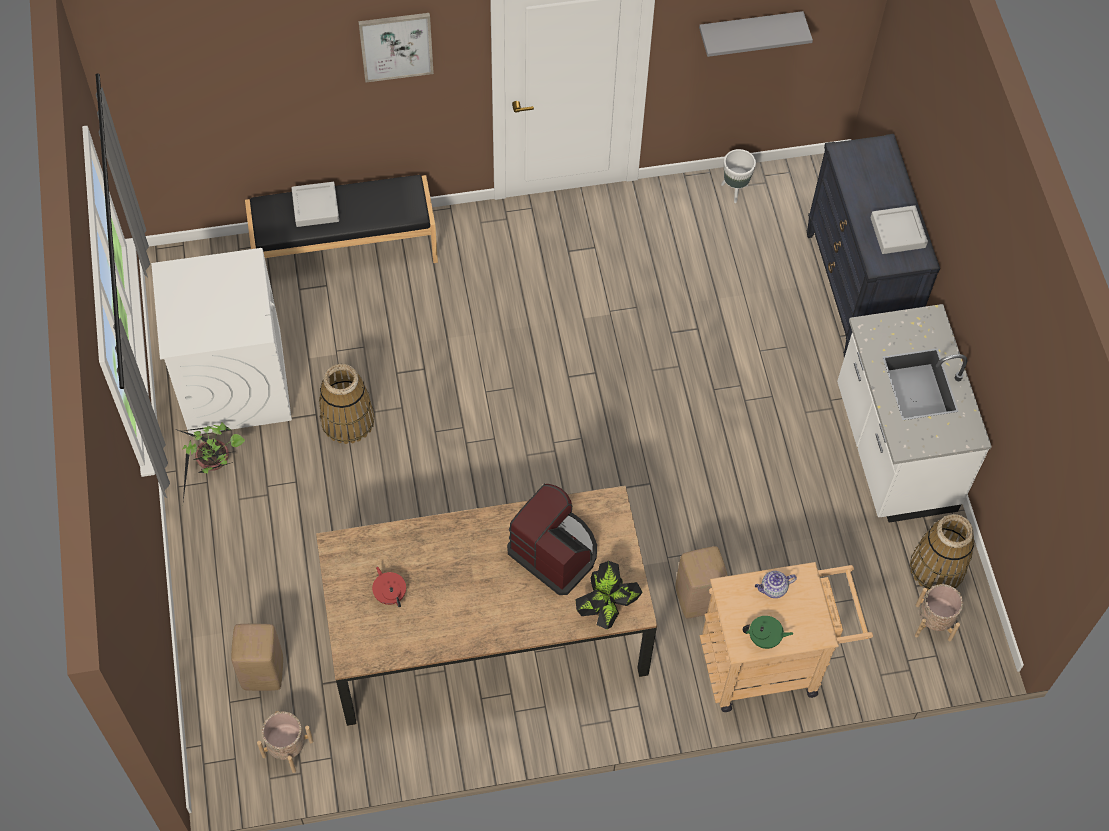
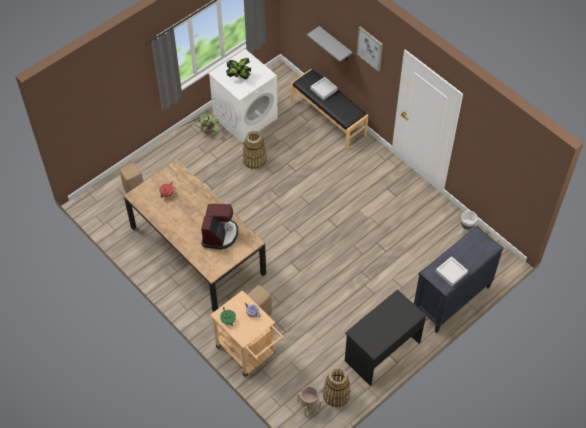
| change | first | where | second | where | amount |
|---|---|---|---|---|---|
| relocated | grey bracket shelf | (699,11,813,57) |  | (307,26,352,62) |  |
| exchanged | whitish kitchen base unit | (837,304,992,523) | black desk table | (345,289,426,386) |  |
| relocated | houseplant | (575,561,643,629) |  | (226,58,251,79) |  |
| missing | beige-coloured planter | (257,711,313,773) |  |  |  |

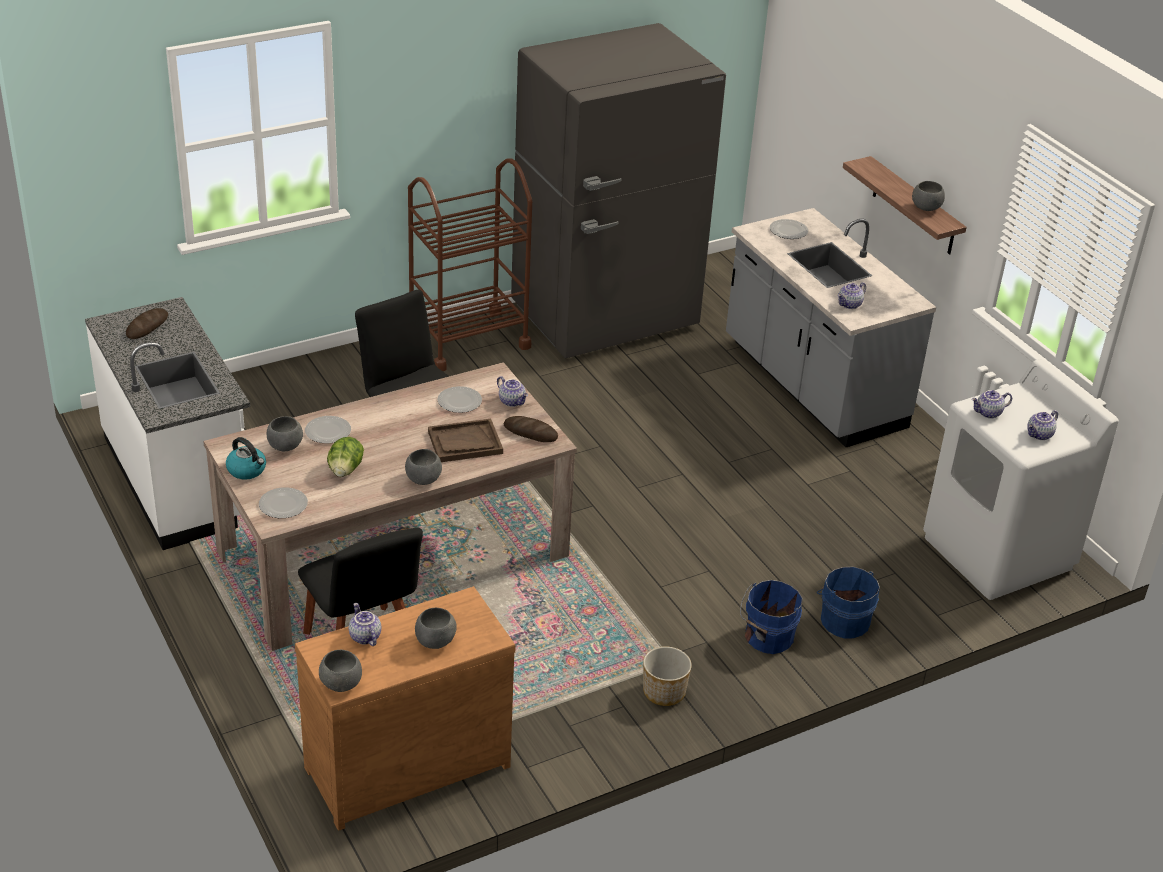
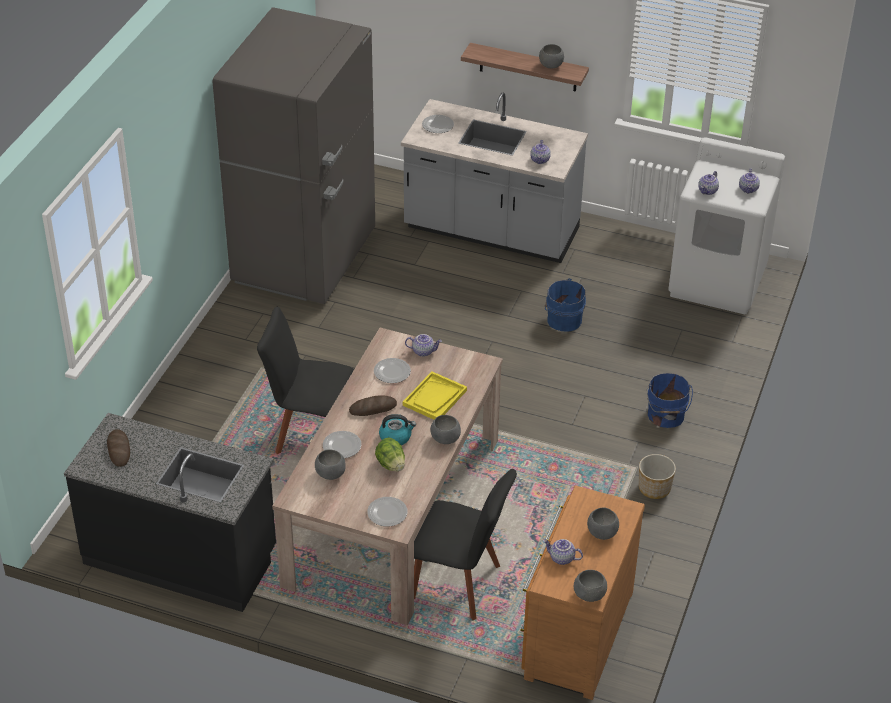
| change | first | where | second | where | amount |
|---|---|---|---|---|---|
| missing | brownish trolley | (408,158,532,372) |  |  |  |
| colour | whitish kitchen base unit | (85,297,250,550) | black kitchen base unit | (64,413,276,612) |  |
| relocated | bread | (504,416,558,442) |  | (349,396,397,416) |  |
| colour | brownish tray | (428,419,503,462) | yellow tray | (403,371,467,420) |  |
| relocated | kettle | (226,437,266,480) |  | (379,414,416,445) |  |
| relocated | bluish pail | (817,567,880,639) |  | (545,278,586,332) |  |

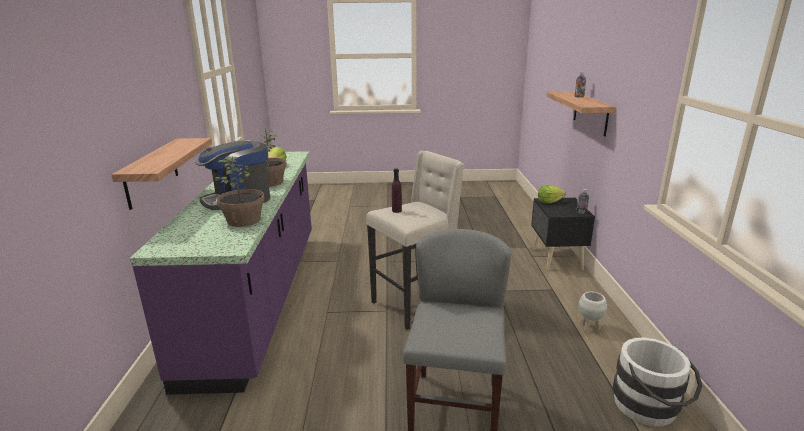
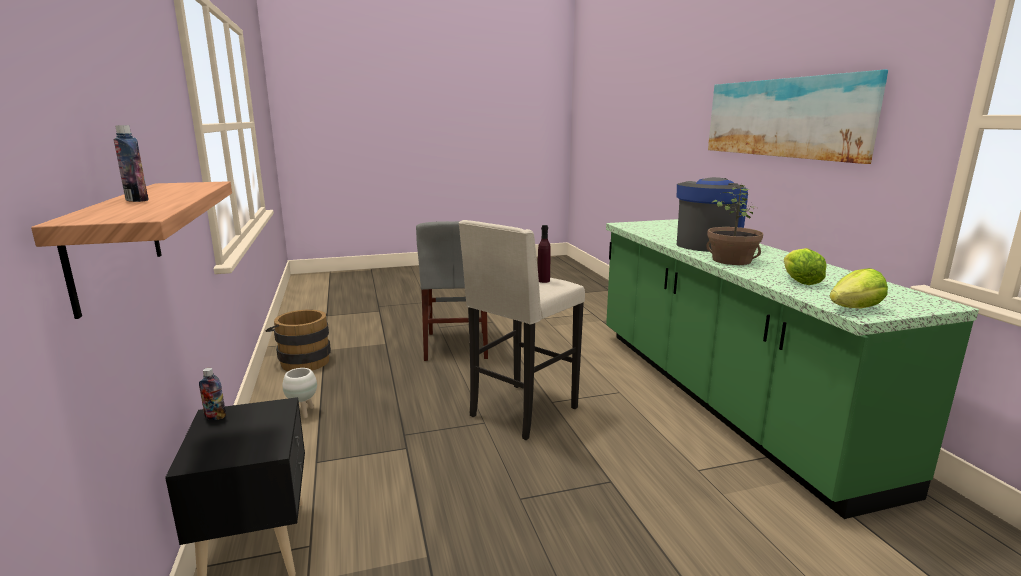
| change | first | where | second | where | amount |
|---|---|---|---|---|---|
| missing | bracket shelf | (112,138,212,210) |  |  |  |
| colour | purple kitchen base unit | (130,151,312,395) | greenish kitchen base unit | (606,219,979,519) |  |
| missing | houseplant | (215,157,265,227) |  |  |  |
| relocated | head of lettuce | (538,185,566,203) |  | (830,268,888,308) |  |
| colour | whitish pail | (613,338,702,426) | brownish pail | (265,310,331,371) |  |
| appeared |  |  | wall art | (708,70,888,164) |  |

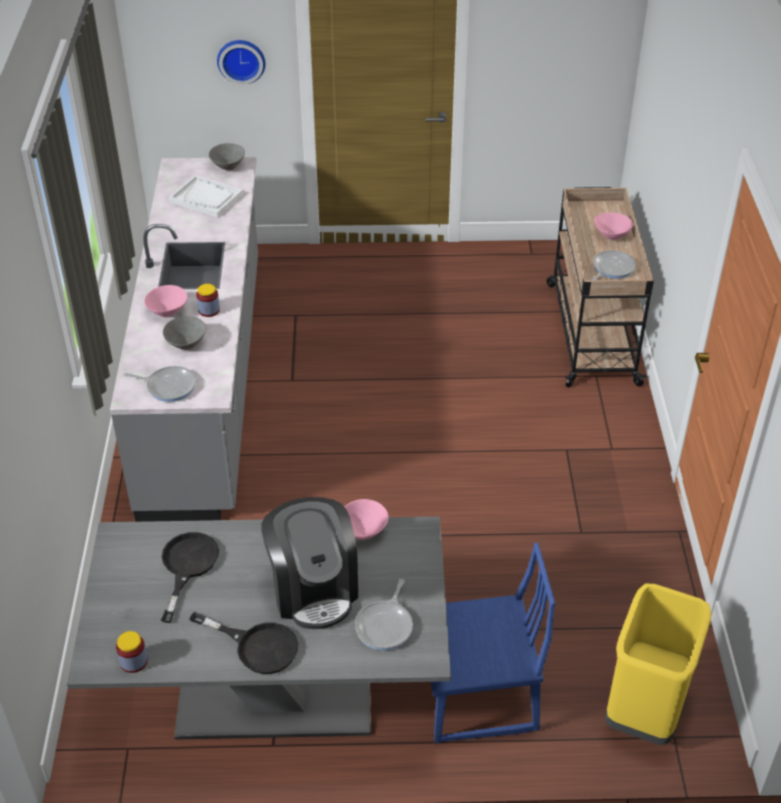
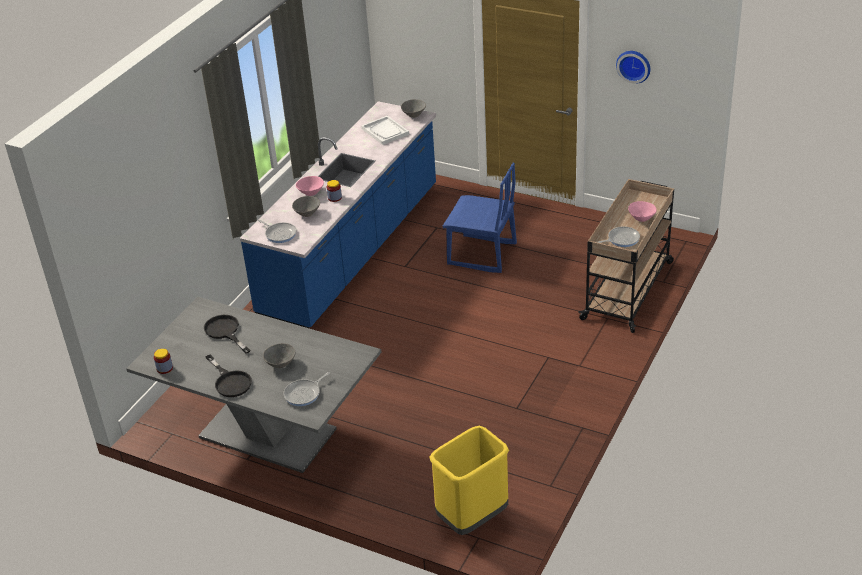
| change | first | where | second | where | amount |
|---|---|---|---|---|---|
| relocated | clock on the wall | (217,40,266,84) |  | (616,51,650,84) |  |
| colour | grey kitchen base unit | (110,157,258,522) | bluish kitchen base unit | (240,101,436,328) |  |
| exchanged | coffee maker | (261,497,358,629) | grey deep dish | (263,343,295,368) |  |
| missing | pink deep dish | (345,499,388,540) |  |  |  |
| spun | black frying pan | (161,532,219,623) |  | (204,315,250,354) | 75 degrees counterclockwise |
| relocated | bluish chair | (431,543,555,743) |  | (443,163,517,273) |  |

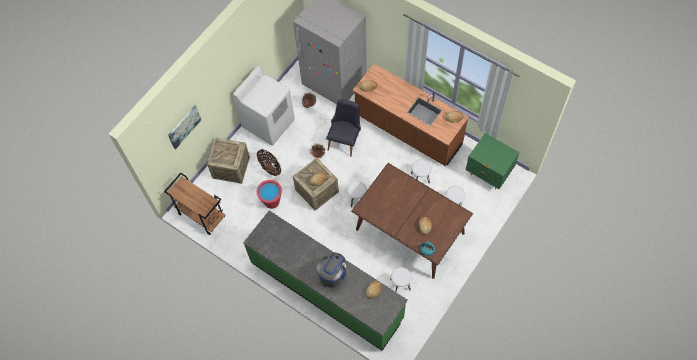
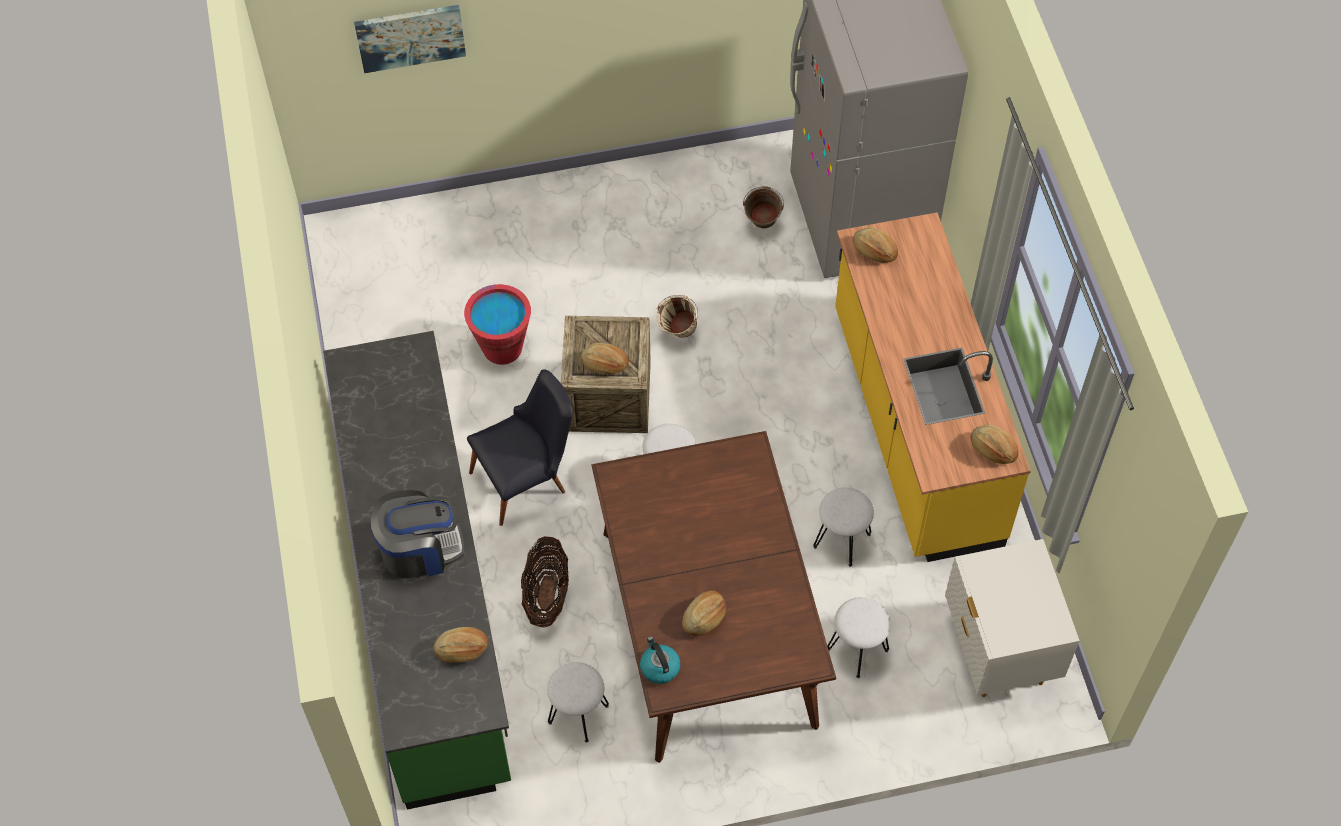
| change | first | where | second | where | amount |
|---|---|---|---|---|---|
| colour | brownish kitchen base unit | (353,64,469,166) | yellow kitchen base unit | (835,212,1031,562) |  |
| missing | whitish laundry appliance | (233,66,295,146) |  |  |  |
| relocated | black chair | (326,99,361,157) |  | (467,369,573,526) |  |
| colour | greenish nightstand | (466,133,520,189) | whitish nightstand | (945,539,1080,697) |  |
| missing | packing crate | (207,138,250,184) |  |  |  |
| relocated | storage basket | (257,149,281,176) |  | (521,536,569,627) |  |
| missing | brownish trolley | (164,173,225,235) |  |  |  |

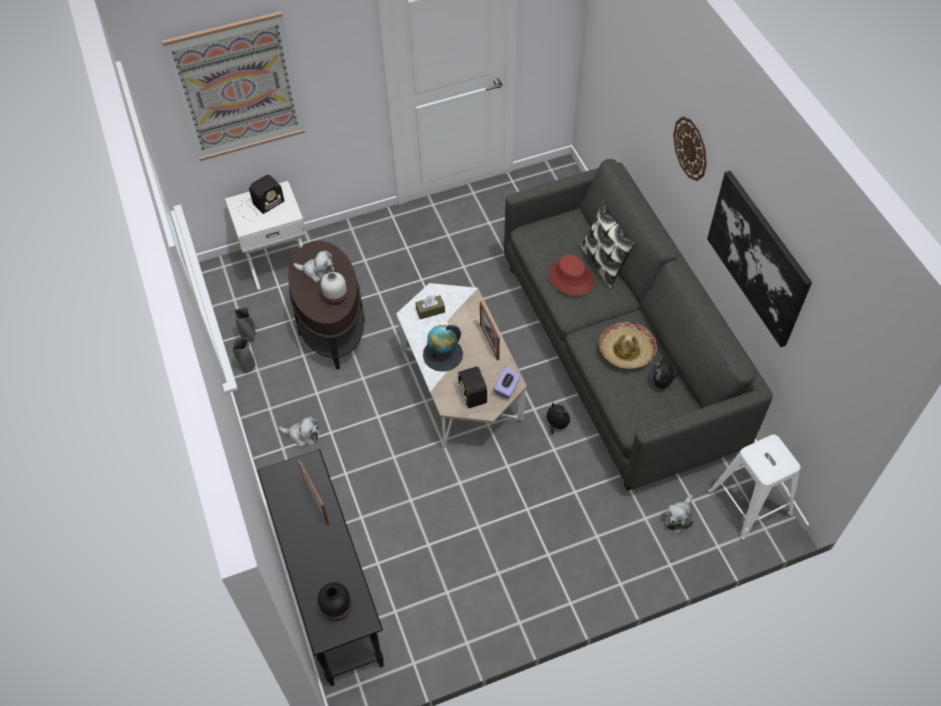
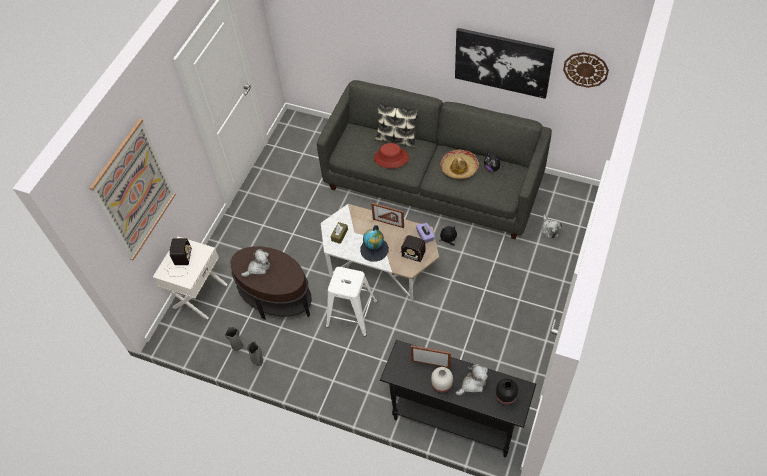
| change | first | where | second | where | amount |
|---|---|---|---|---|---|
| relocated | clock on the wall | (673,117,707,181) |  | (563,52,609,88) |  |
| relocated | whitish decorative vase | (321,272,347,305) |  | (431,367,453,394) |  |
| relocated | plush toy | (278,416,320,448) |  | (455,363,488,395) |  |
| relocated | whitish sitting stool | (708,435,800,541) |  | (326,267,377,336) |  |

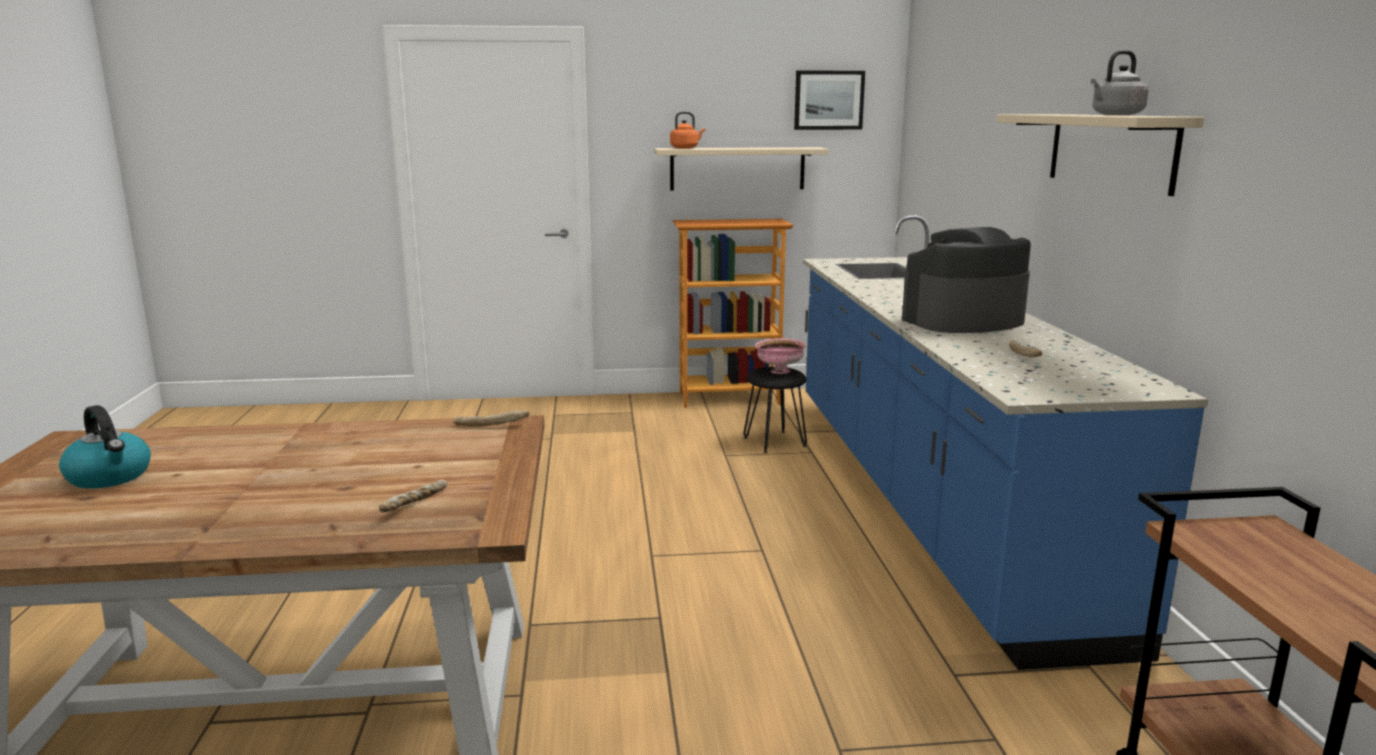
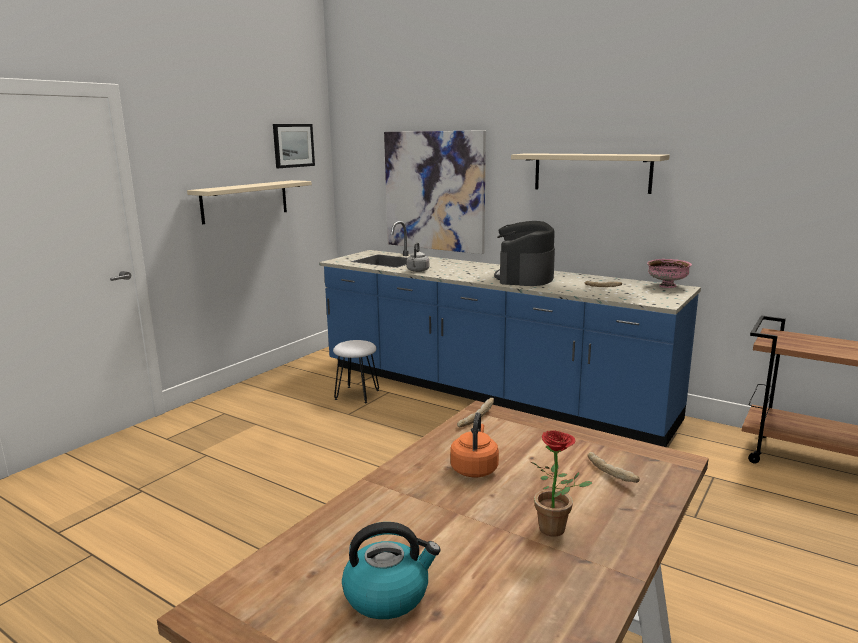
| change | first | where | second | where | amount |
|---|---|---|---|---|---|
| relocated | grey kettle | (1091,50,1149,115) |  | (407,242,429,272) |  |
| relocated | orange kettle | (670,112,705,149) |  | (450,412,499,477) |  |
| missing | shelving unit | (672,219,793,408) |  |  |  |
| relocated | pink deep dish | (755,339,806,374) |  | (647,259,692,288) |  |
| colour | black sitting stool | (743,367,807,453) | whitish sitting stool | (333,340,379,403) |  |
| appeared |  |  | wall art | (384,130,486,254) |  |
| appeared |  |  | houseplant | (531,430,592,536) |  |

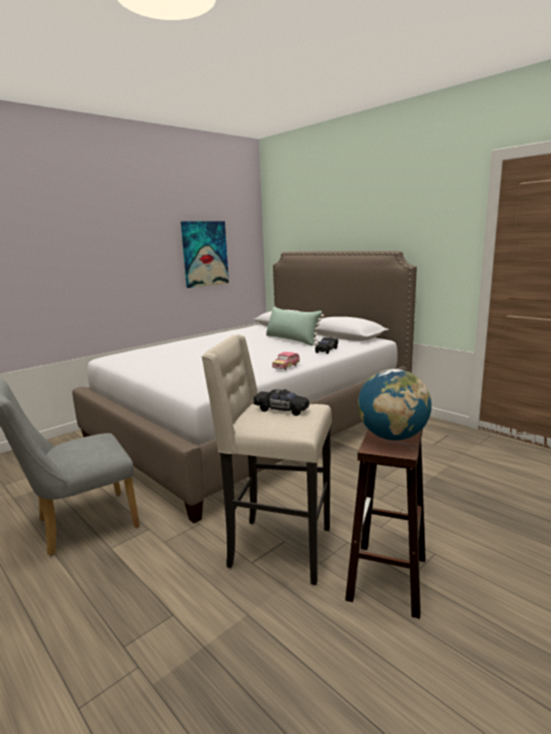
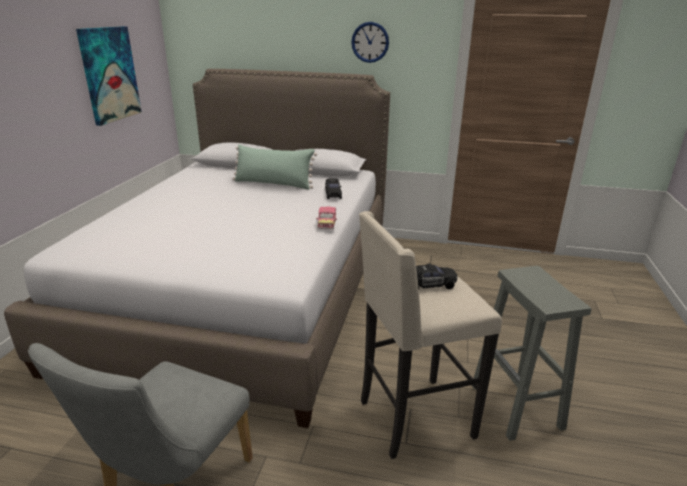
| change | first | where | second | where | amount |
|---|---|---|---|---|---|
| missing | globe | (358,369,432,440) |  |  |  |
| colour | brownish sitting stool | (345,429,425,619) | grey sitting stool | (472,266,591,441) |  |
| appeared |  |  | clock on the wall | (351,22,389,63) |  |

